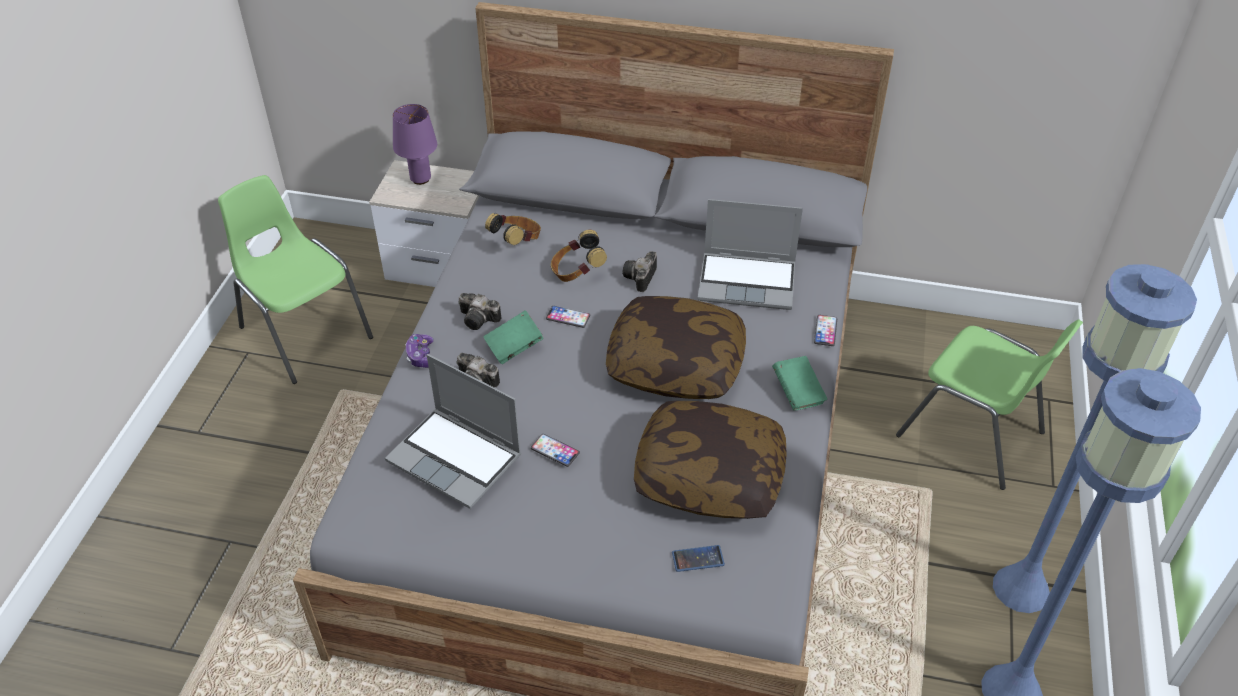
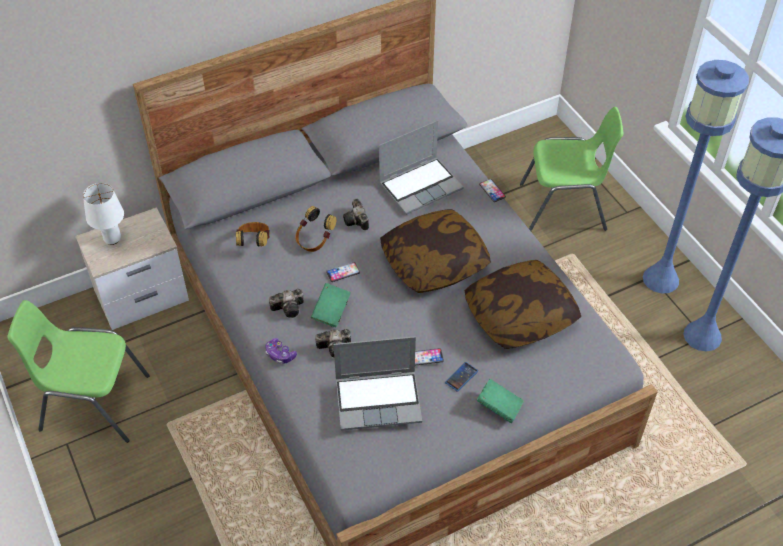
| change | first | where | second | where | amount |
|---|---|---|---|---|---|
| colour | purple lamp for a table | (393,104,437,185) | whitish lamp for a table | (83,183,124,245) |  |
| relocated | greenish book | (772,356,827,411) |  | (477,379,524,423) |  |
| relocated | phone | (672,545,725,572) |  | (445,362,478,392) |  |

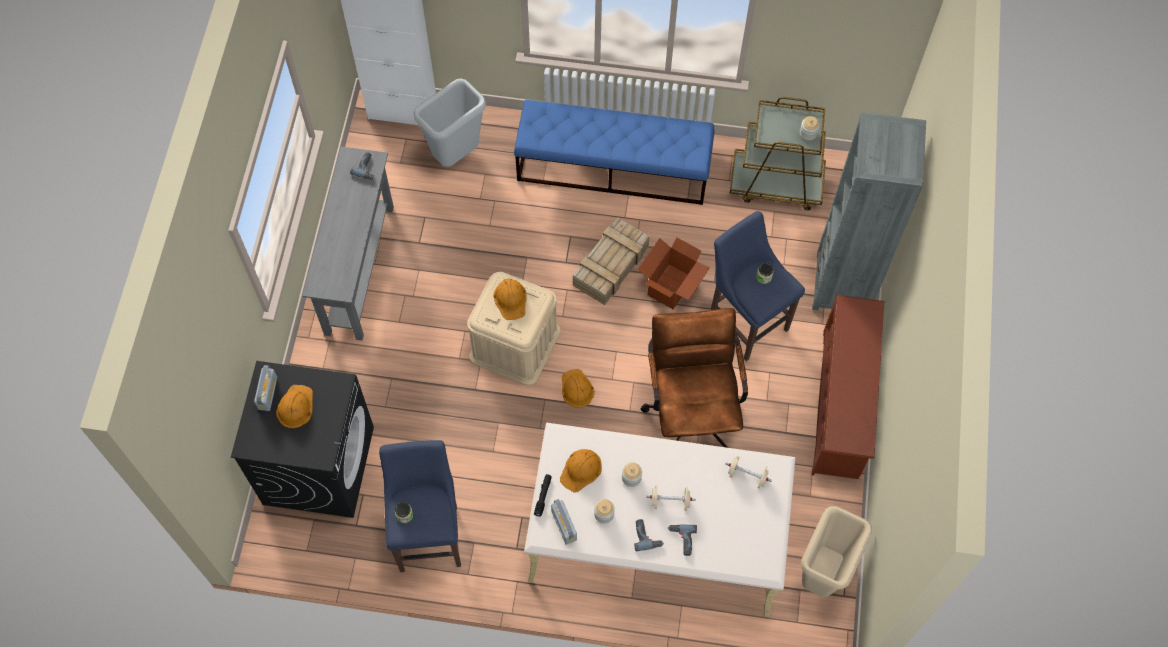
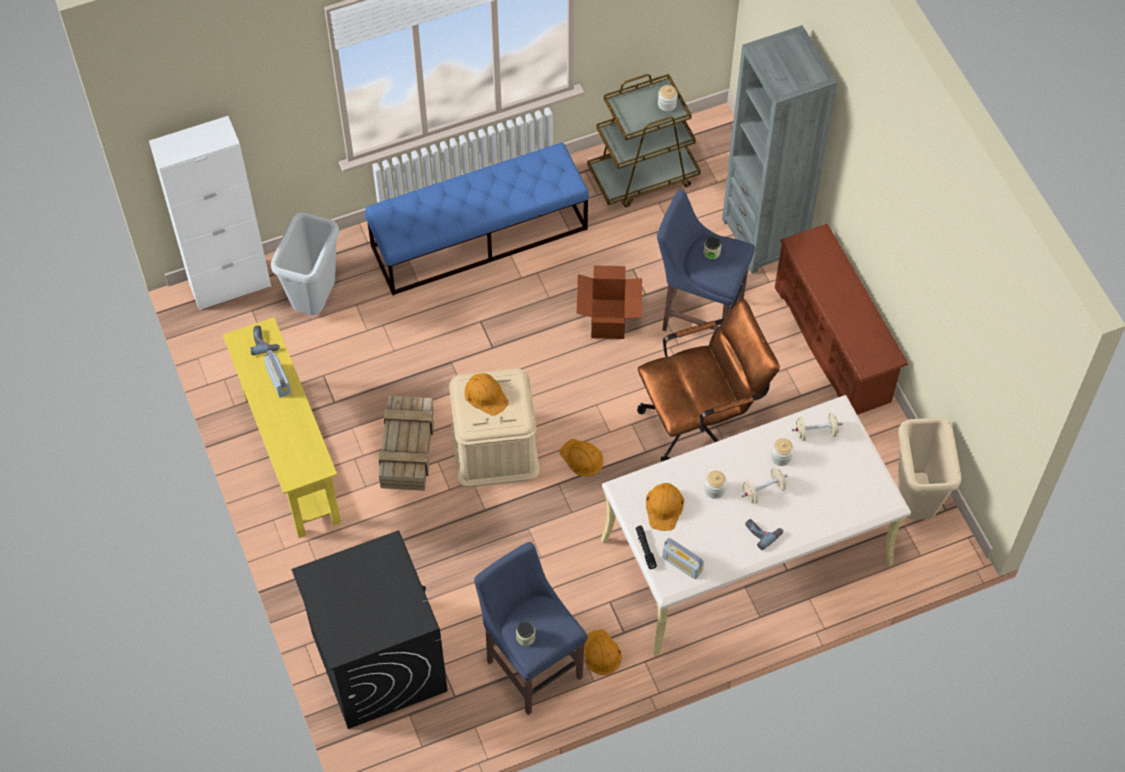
| change | first | where | second | where | amount |
|---|---|---|---|---|---|
| colour | grey narrow table | (303,147,394,341) | yellow narrow table | (223,317,341,538) |  |
| relocated | packing crate | (573,218,650,305) |  | (379,396,434,491) |  |
| spun | brownish desk chair | (641,308,748,448) |  | (637,298,780,462) | 105 degrees clockwise |
| relocated | radio | (254,365,277,411) |  | (264,350,291,398) |  |
| relocated | orange hard hat | (276,385,313,428) |  | (584,629,622,675) |  |
| relocated | jar | (594,499,615,524) |  | (771,438,794,466) |  |
| missing | drill | (668,524,697,556) |  |  |  |

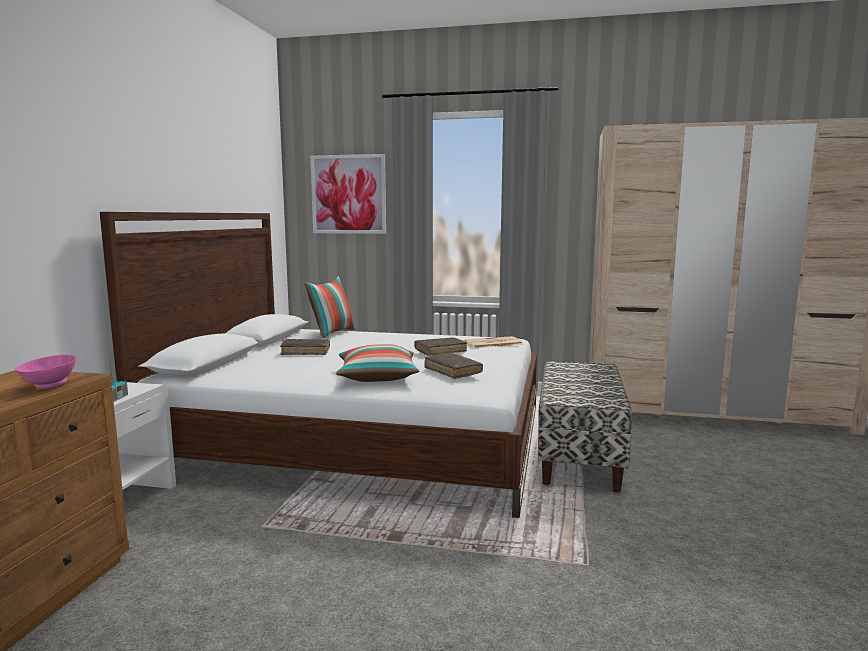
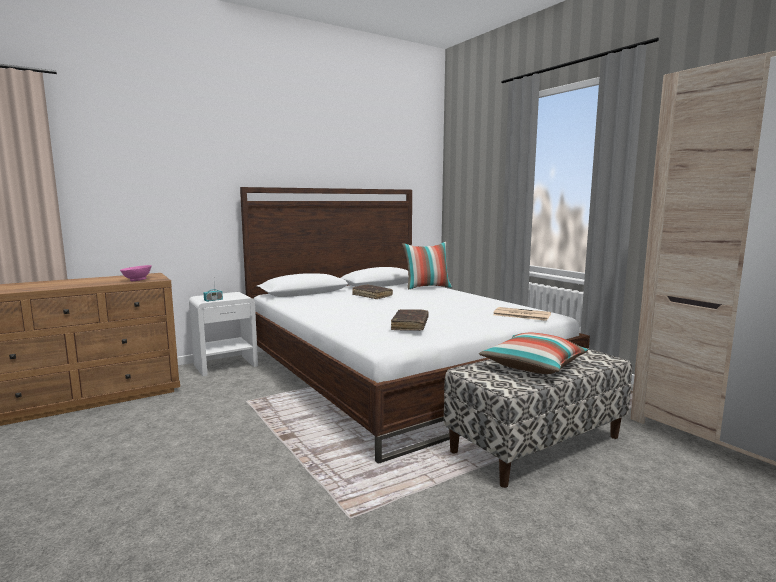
| change | first | where | second | where | amount |
|---|---|---|---|---|---|
| missing | wall art | (310,154,386,234) |  |  |  |
| missing | brownish book | (414,337,467,356) |  |  |  |
| relocated | pillow | (336,344,419,382) |  | (479,332,588,374) |  |

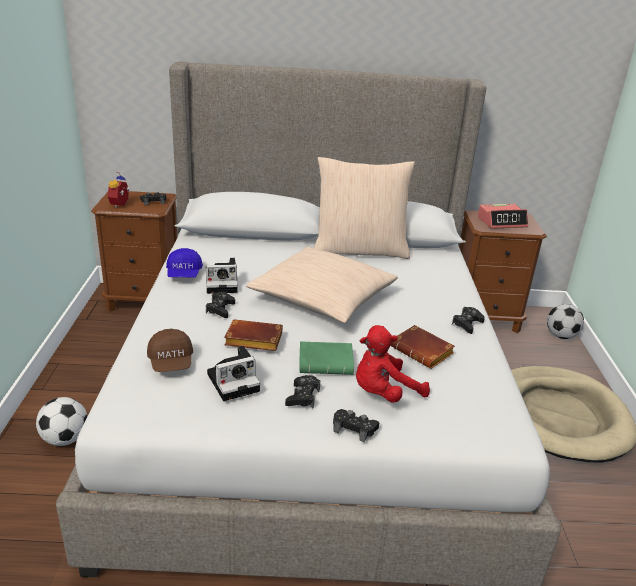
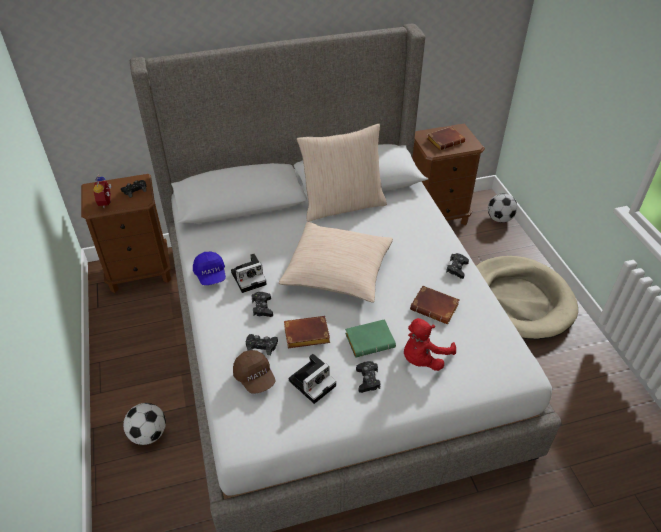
| change | first | where | second | where | amount |
|---|---|---|---|---|---|
| exchanged | alarm clock | (478,204,528,229) | brownish book | (427,127,465,150) |  |
| relocated | black gamepad | (333,409,379,443) |  | (246,334,278,355) |  |

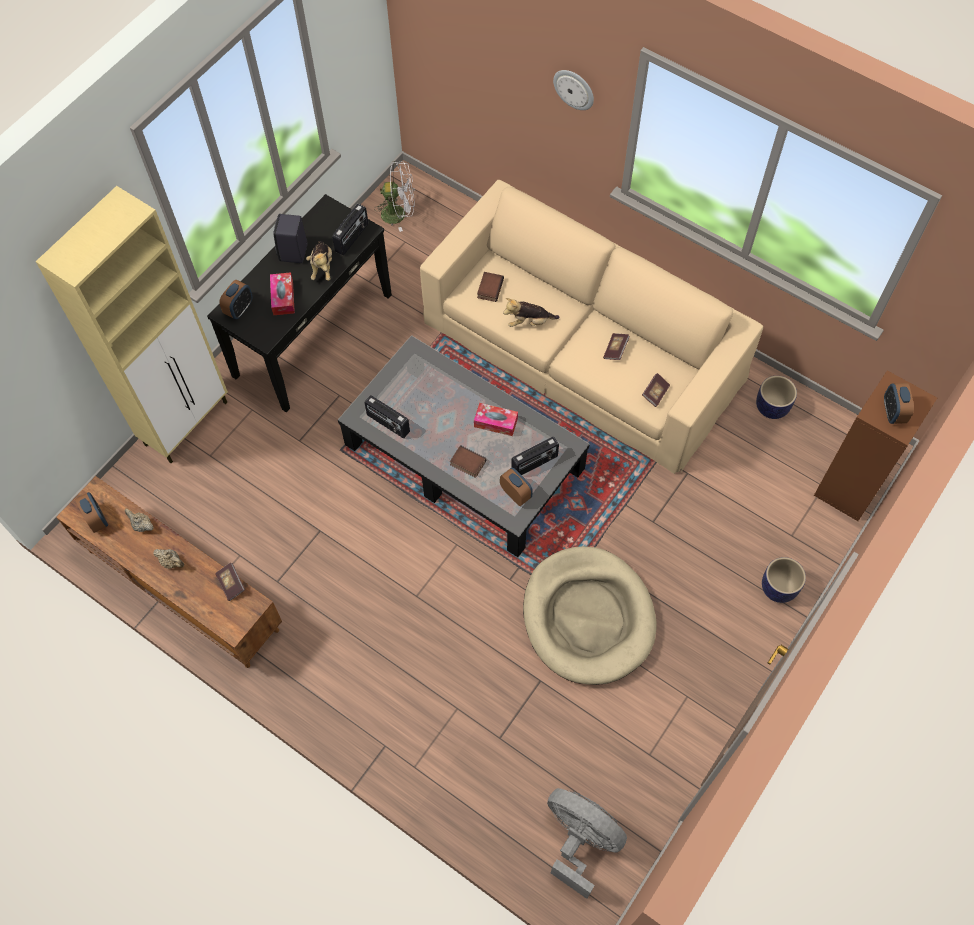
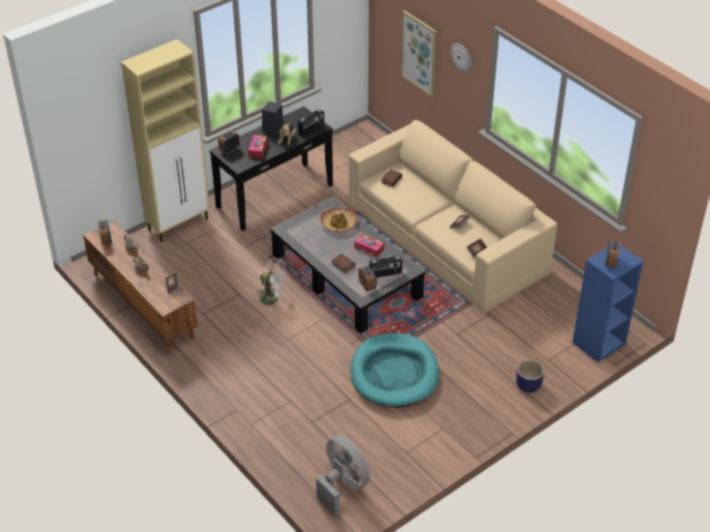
| change | first | where | second | where | amount |
|---|---|---|---|---|---|
| relocated | whitish cooling fan | (374,161,415,232) |  | (256,258,288,311) |  |
| missing | plush toy | (503,298,560,327) |  |  |  |
| colour | brownish shelving unit | (814,370,937,521) | bluish shelving unit | (572,245,643,363) |  |
| missing | planter | (756,376,797,419) |  |  |  |
| missing | radio | (364,395,410,438) |  |  |  |
| colour | beige-coloured pet bed | (523,546,656,685) | turquoise pet bed | (350,333,439,407) |  |
| appeared |  |  | wall art | (401,10,437,97) |  |
| appeared |  |  | wearable hat | (320,207,357,232) |  |

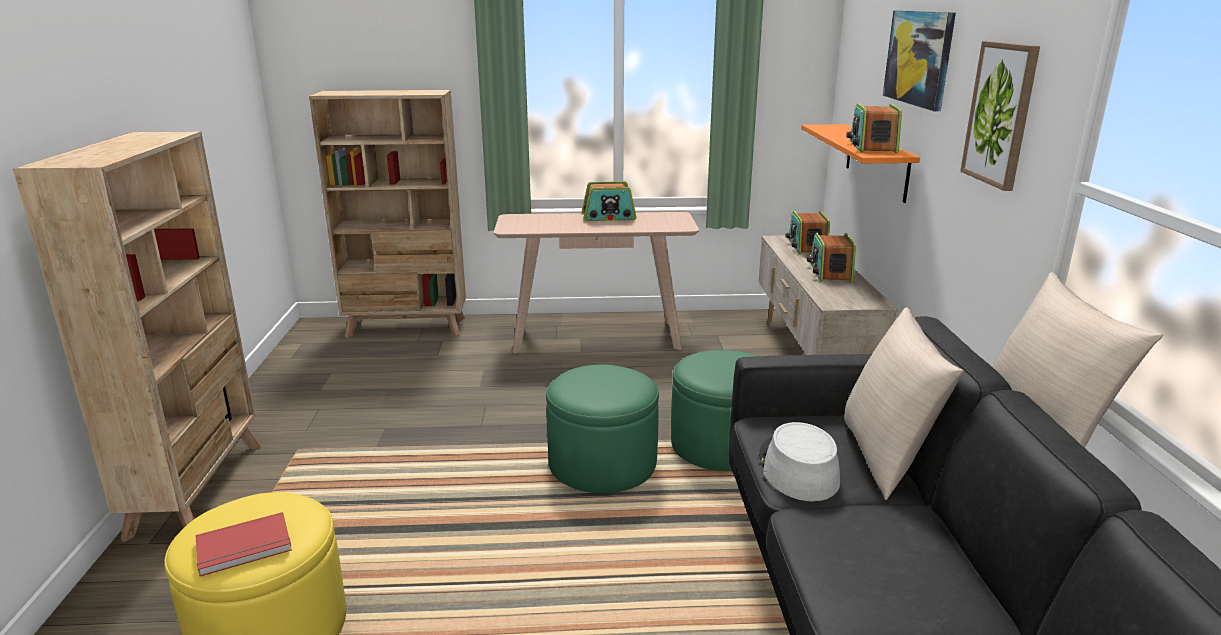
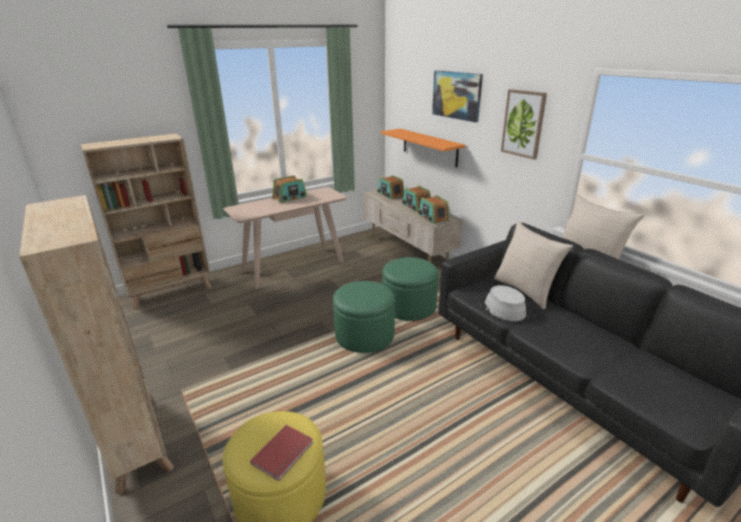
| change | first | where | second | where | amount |
|---|---|---|---|---|---|
| relocated | radio | (846,103,902,153) |  | (418,195,449,224) |  |

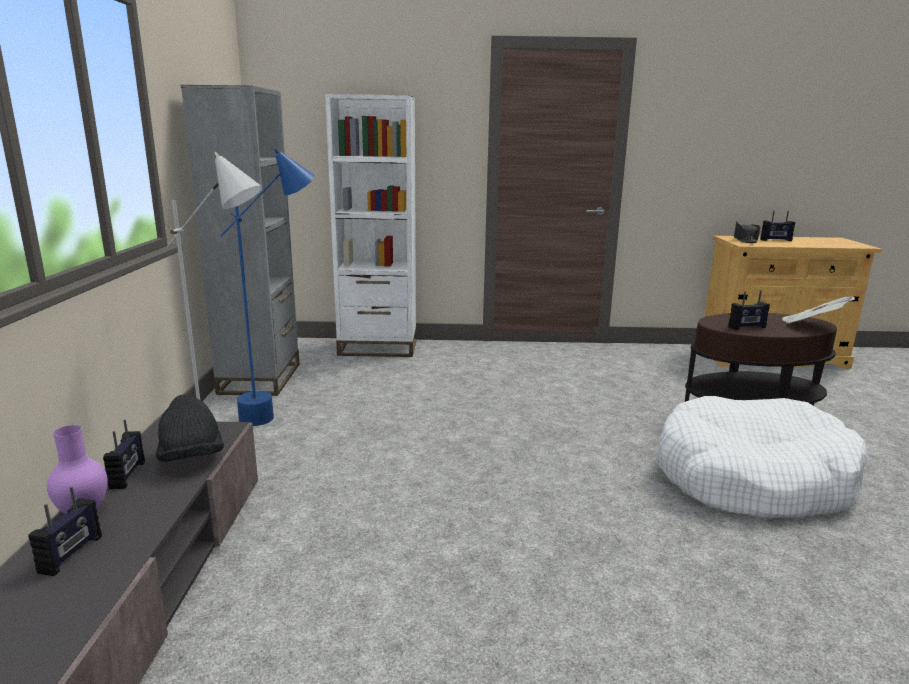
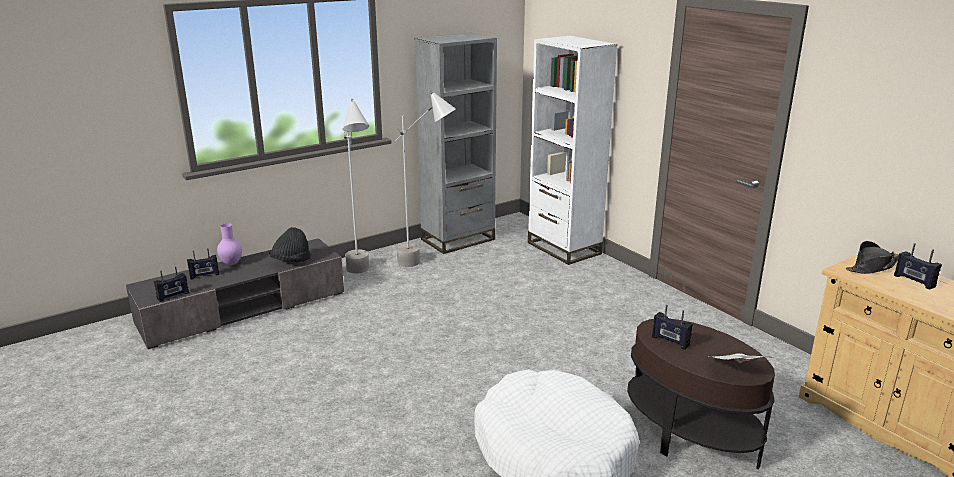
| change | first | where | second | where | amount |
|---|---|---|---|---|---|
| colour | bluish standing lamp | (220,148,314,426) | grey standing lamp | (395,91,456,267) |  |
| relocated | radio | (103,420,145,489) |  | (154,267,189,302) |  |

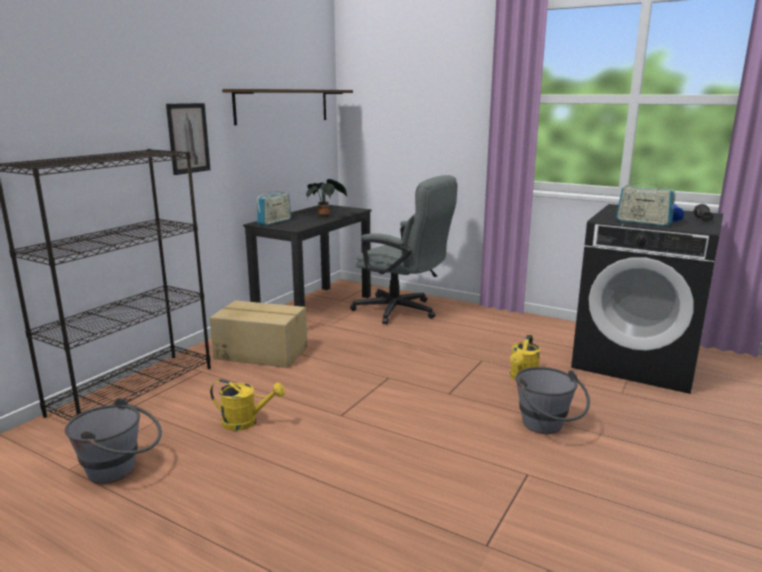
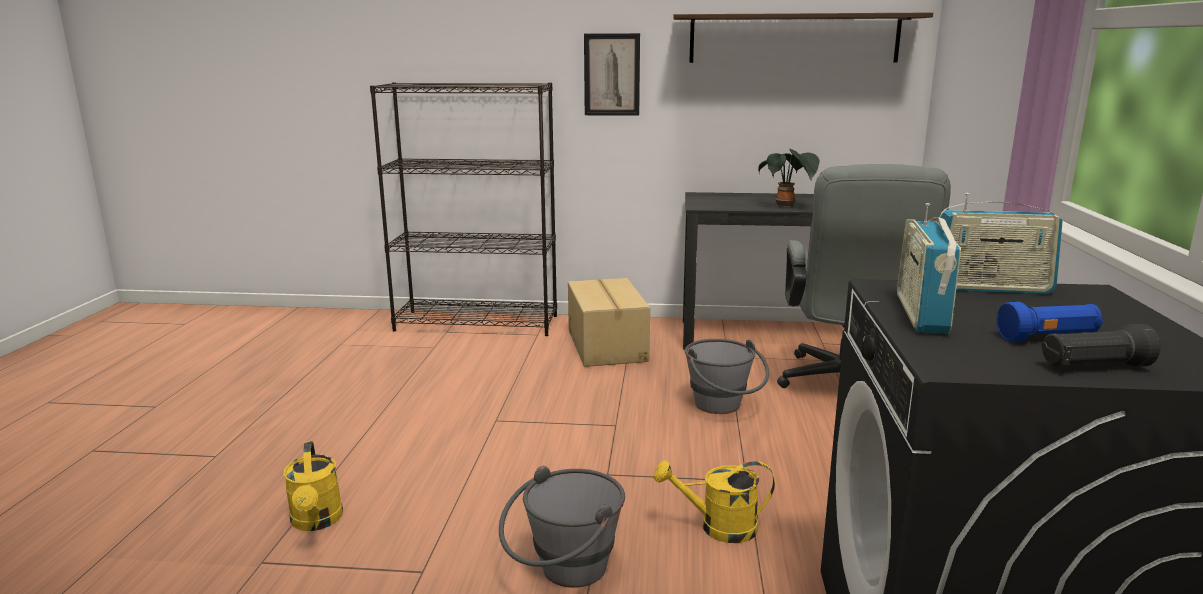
| change | first | where | second | where | amount |
|---|---|---|---|---|---|
| relocated | radio | (257,190,291,226) |  | (938,193,1063,294) |  |
| relocated | yellow watering can | (210,380,285,431) |  | (283,441,343,531) |  |
| relocated | grey pail | (65,398,162,484) |  | (685,339,769,414) |  |

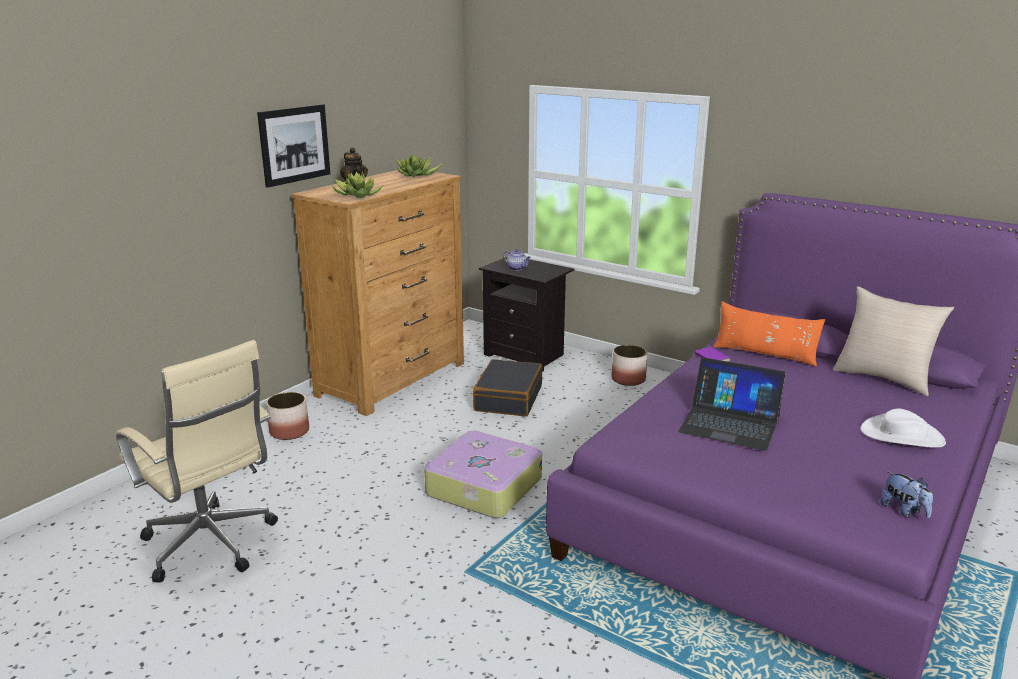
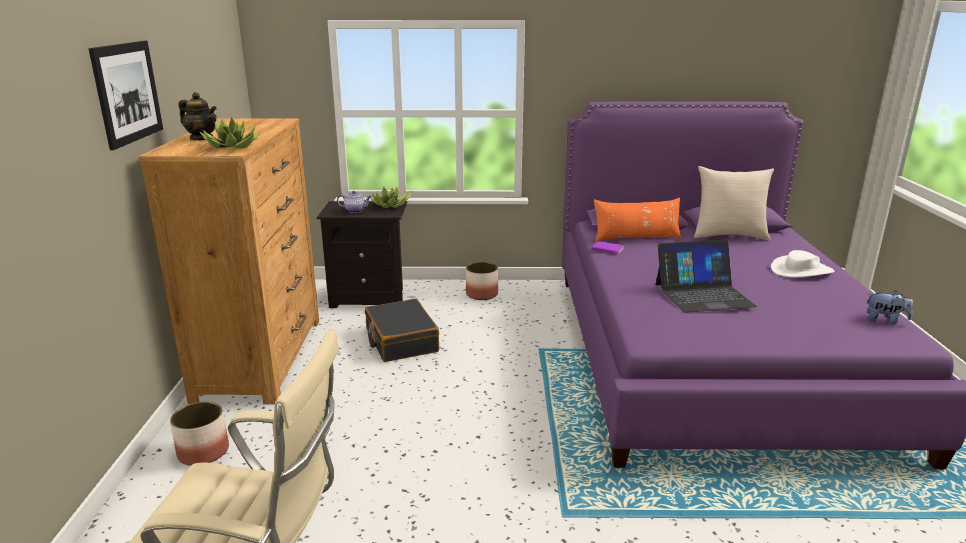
| change | first | where | second | where | amount |
|---|---|---|---|---|---|
| relocated | houseplant | (396,154,442,177) |  | (370,186,413,208) |  |
| missing | suitcase | (424,431,542,518) |  |  |  |

